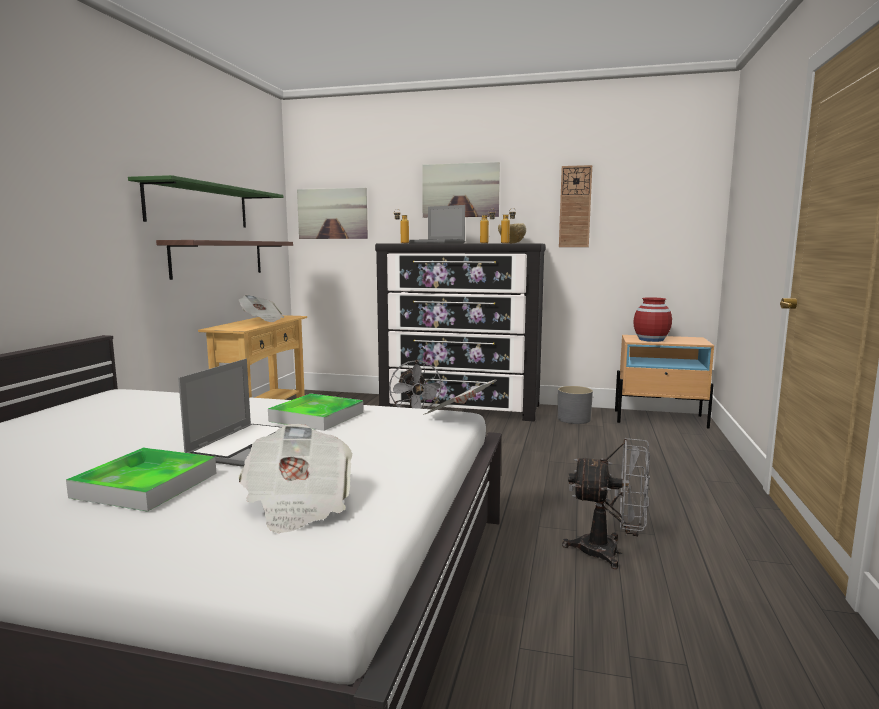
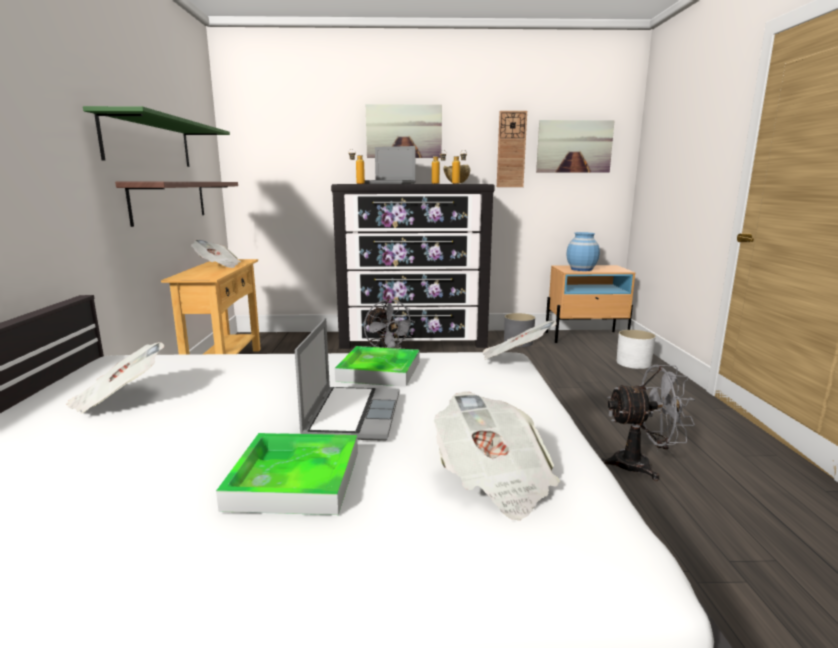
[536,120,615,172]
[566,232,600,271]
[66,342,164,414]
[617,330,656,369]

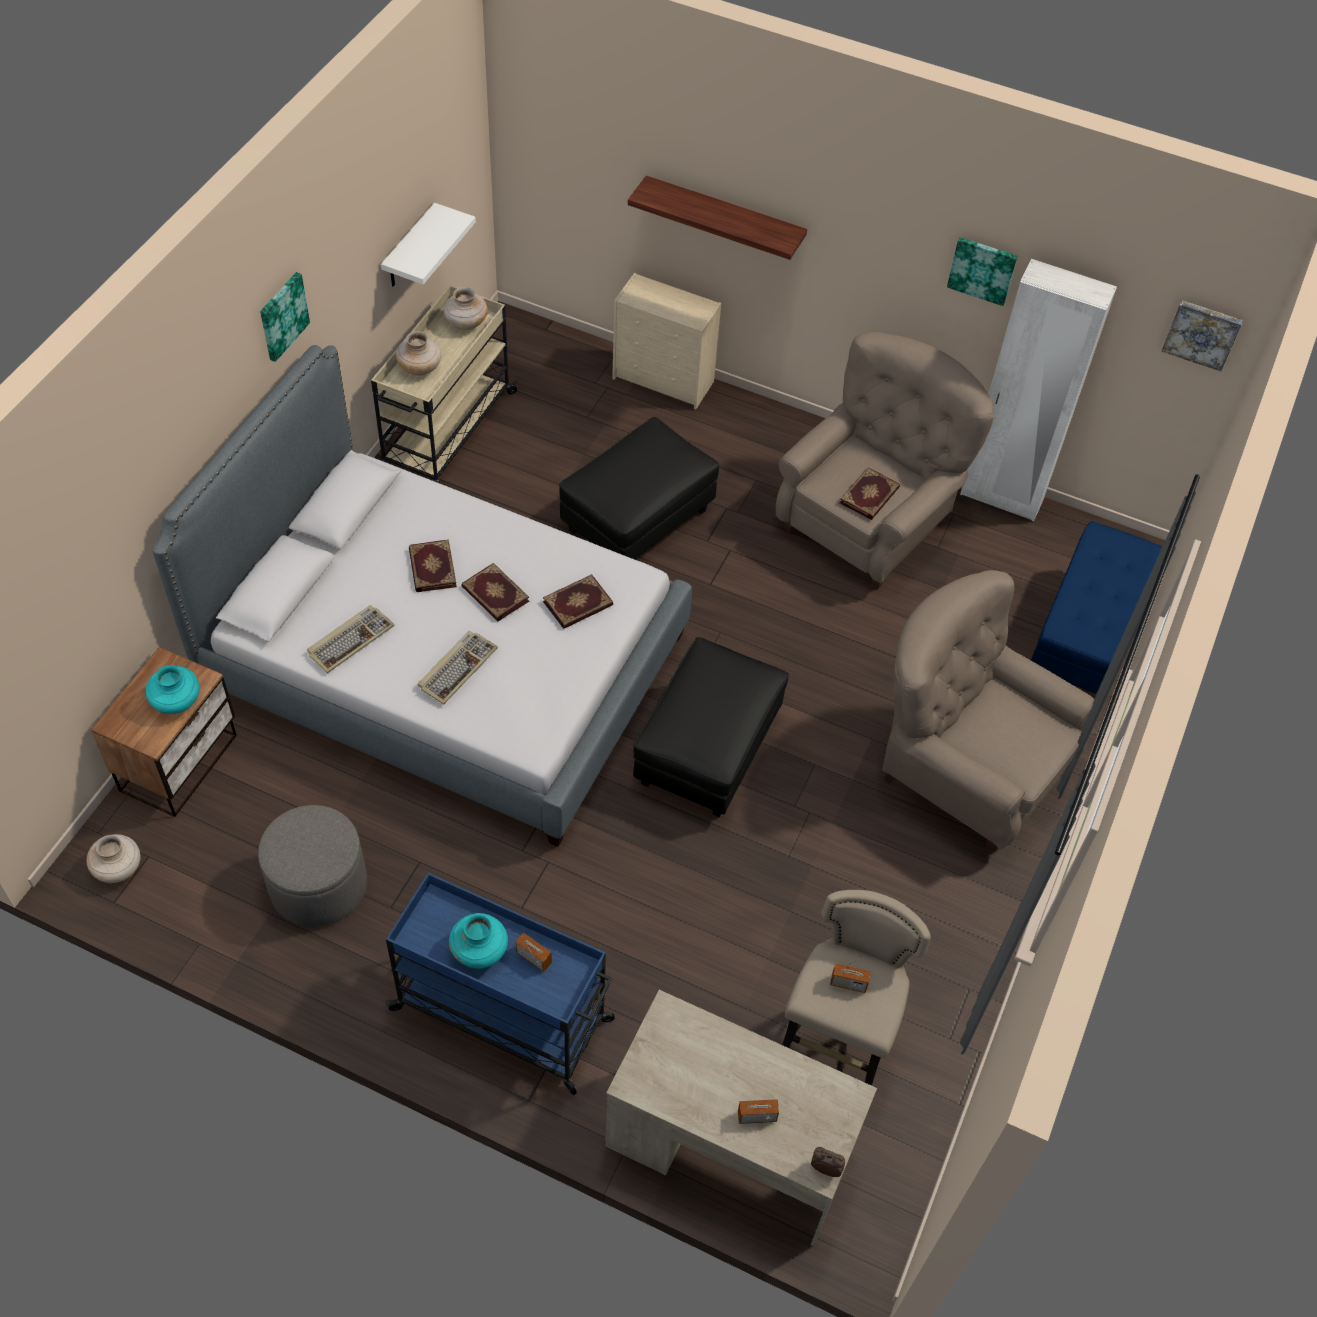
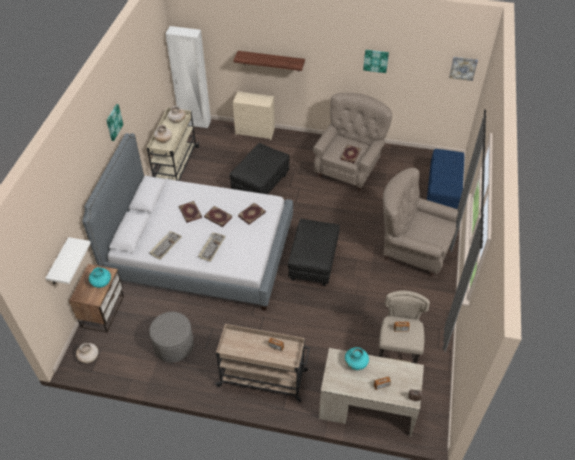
[46,237,91,284]
[215,324,310,402]
[345,347,369,370]
[165,26,211,128]

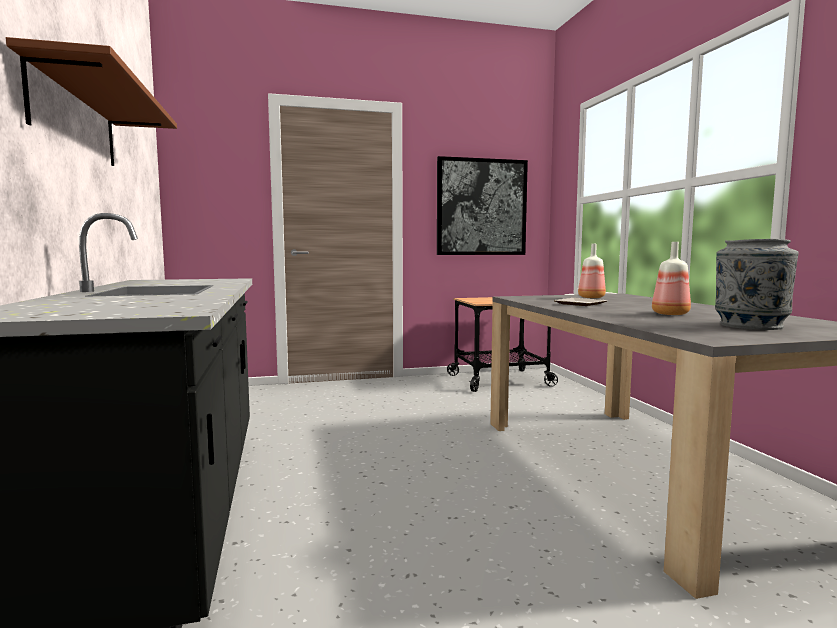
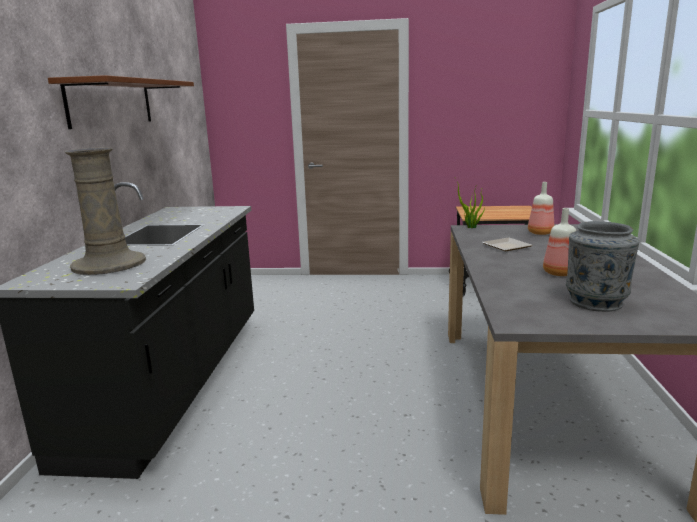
[437,156,528,255] (first image)
[65,147,146,275]
[455,178,485,228]

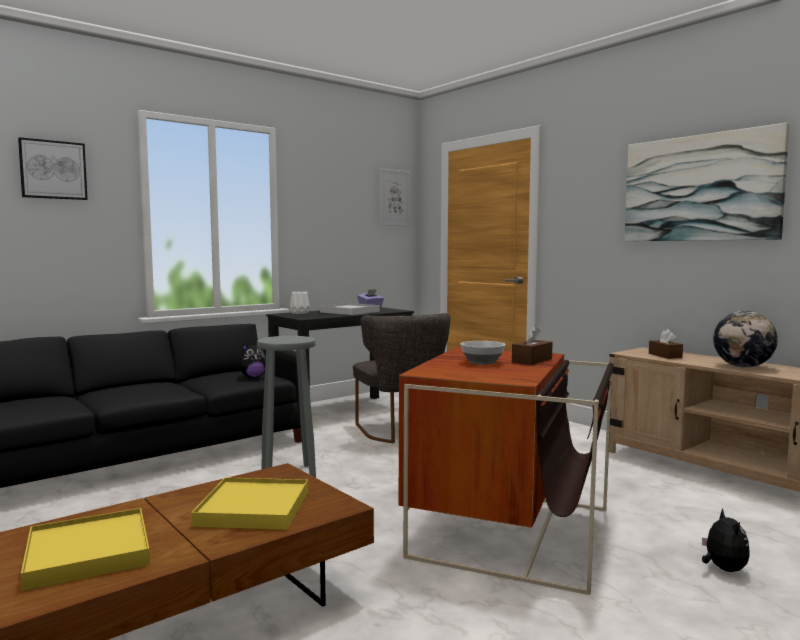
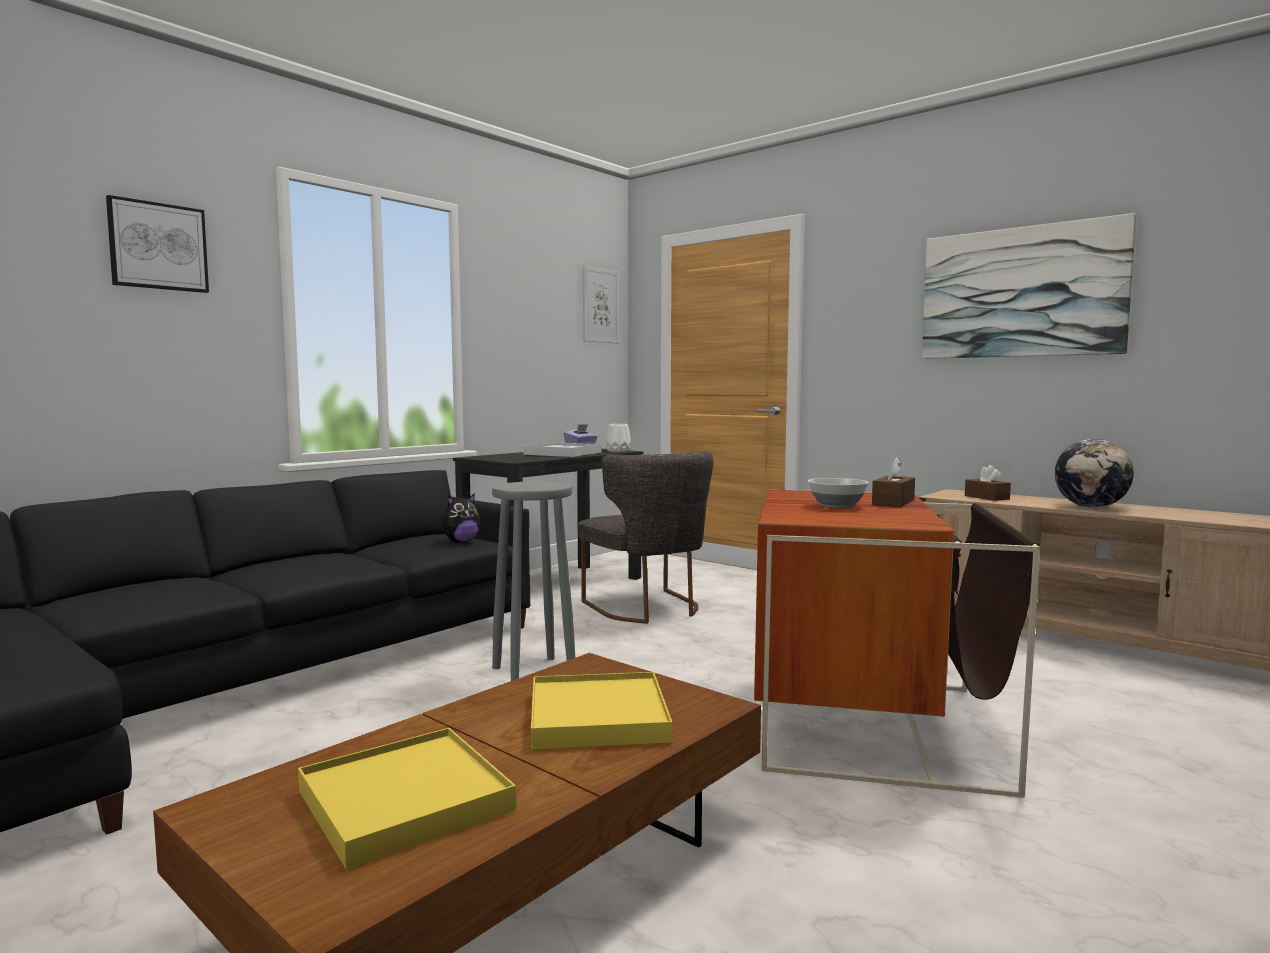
[606,424,631,452]
[702,509,750,572] (first image)

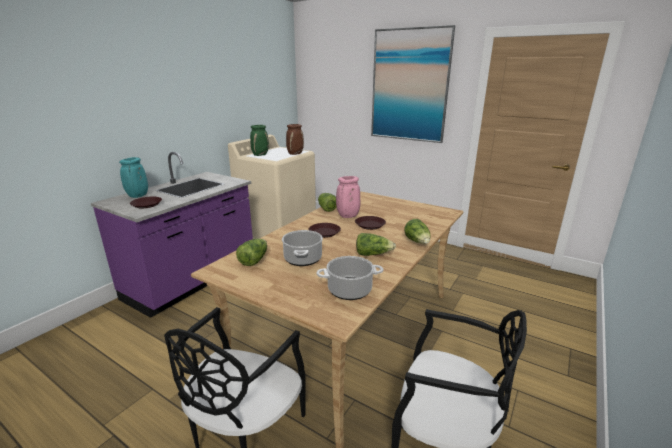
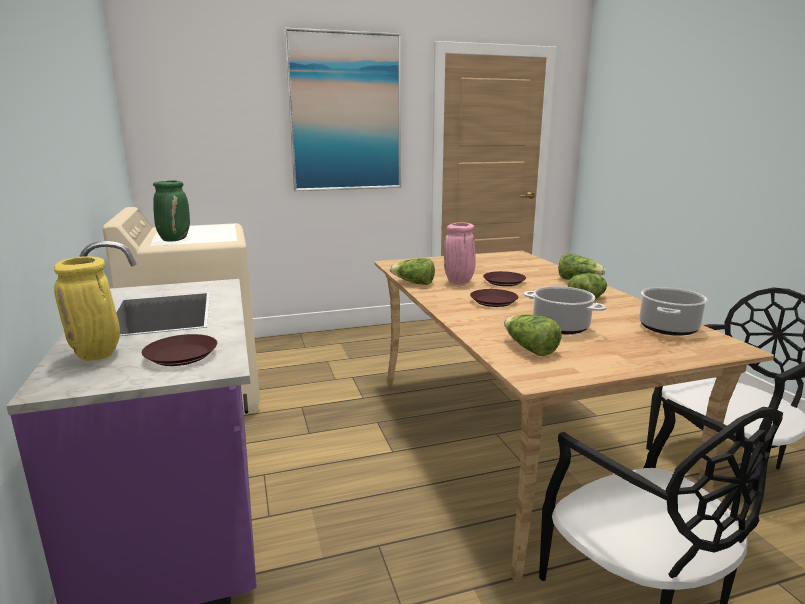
[54,256,120,361]
[286,124,304,155] (first image)

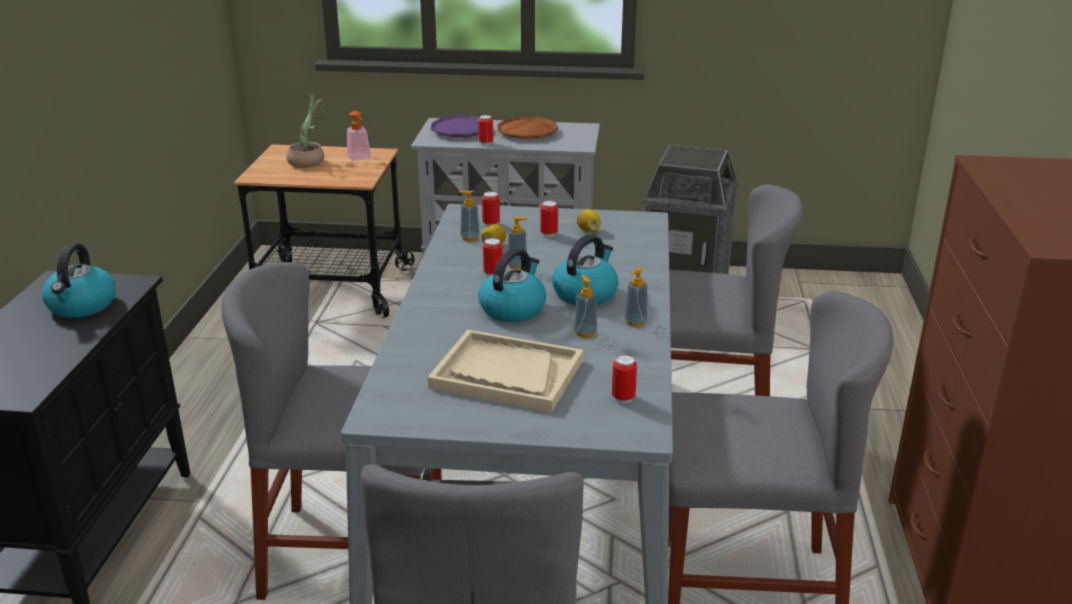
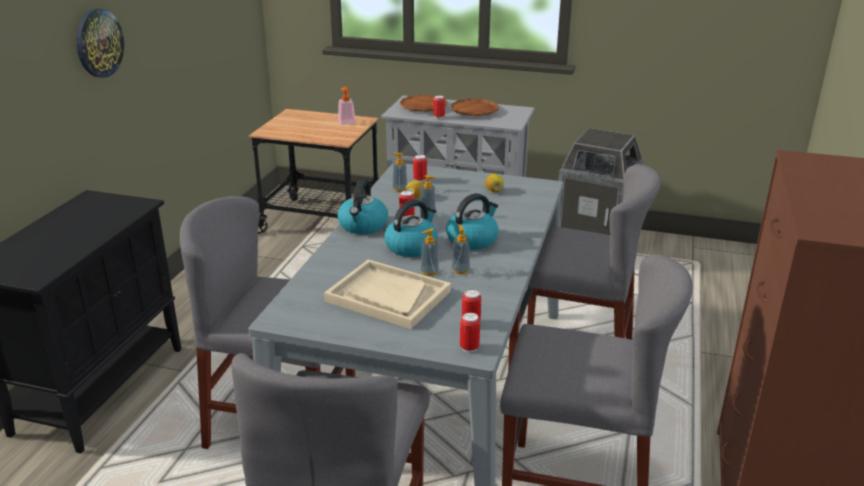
[337,179,388,234]
[286,95,328,168] (first image)
[399,95,448,112]
[460,312,480,353]
[421,228,439,276]
[76,8,124,78]

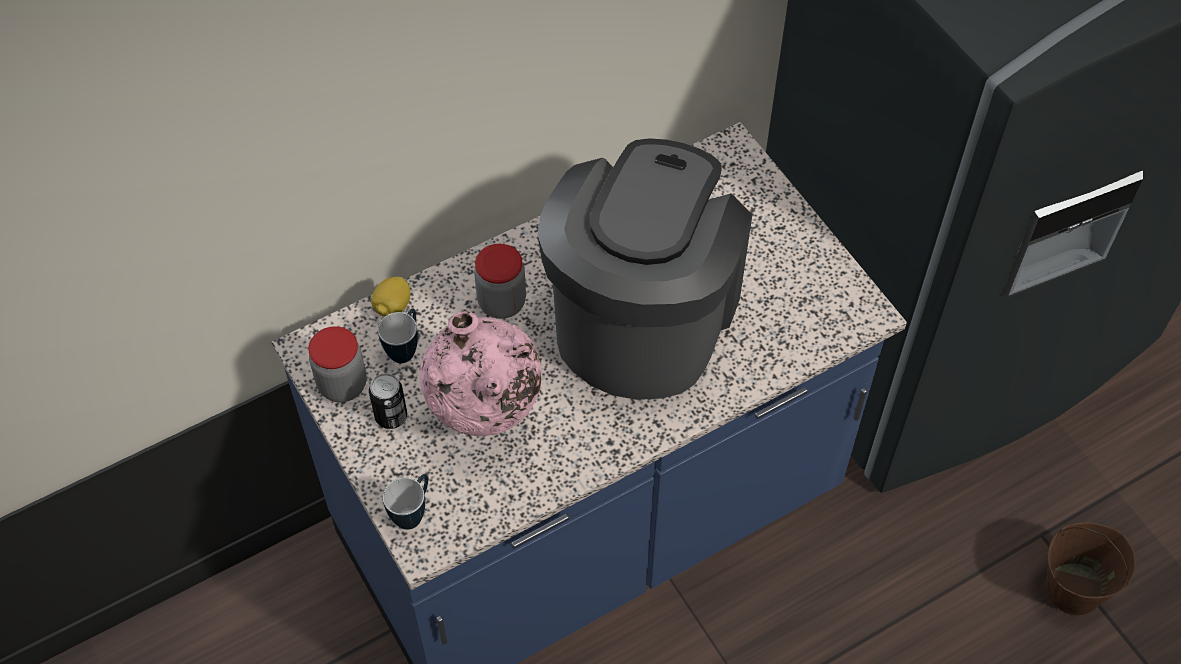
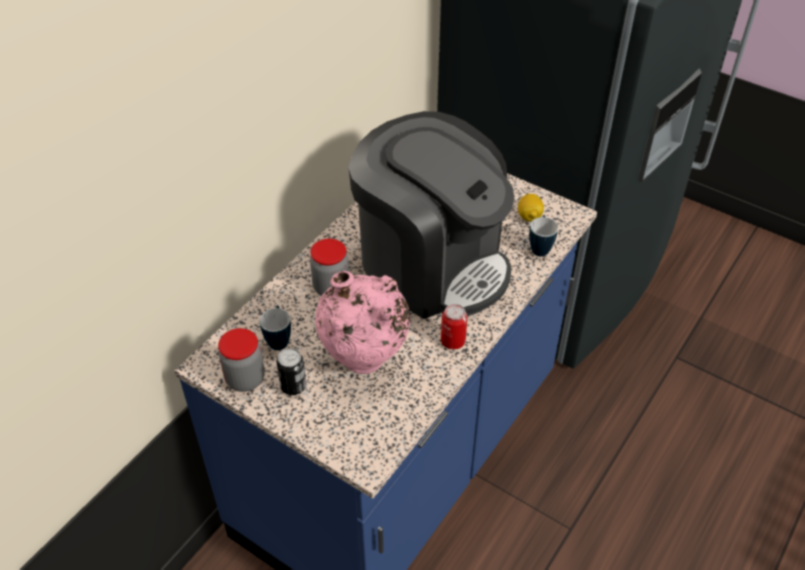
[518,194,544,222]
[529,215,558,257]
[349,111,514,319]
[1045,522,1136,615] (first image)
[441,304,467,349]

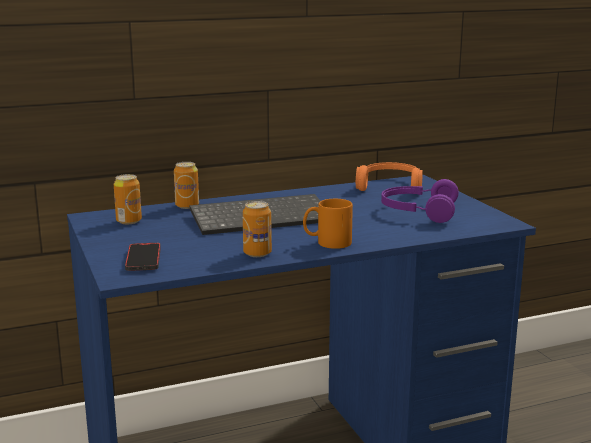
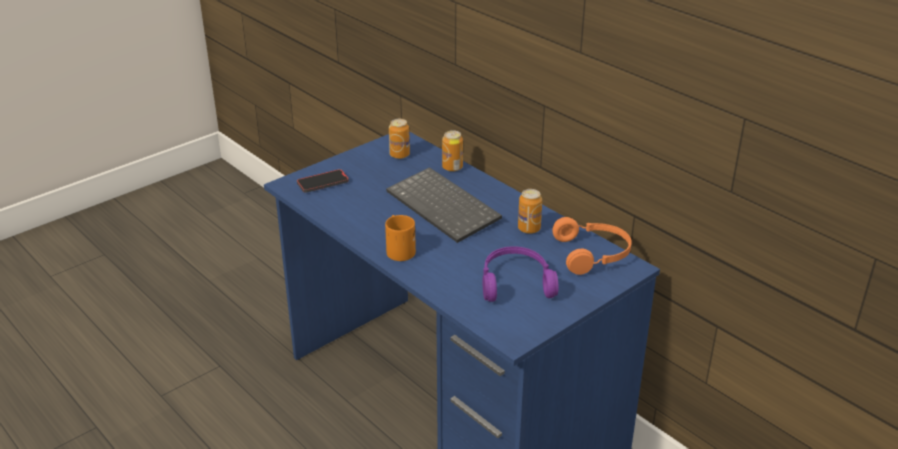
[518,189,542,234]

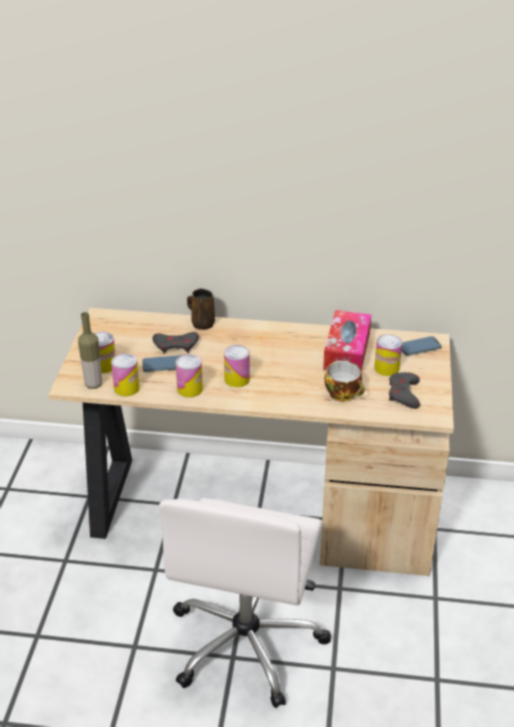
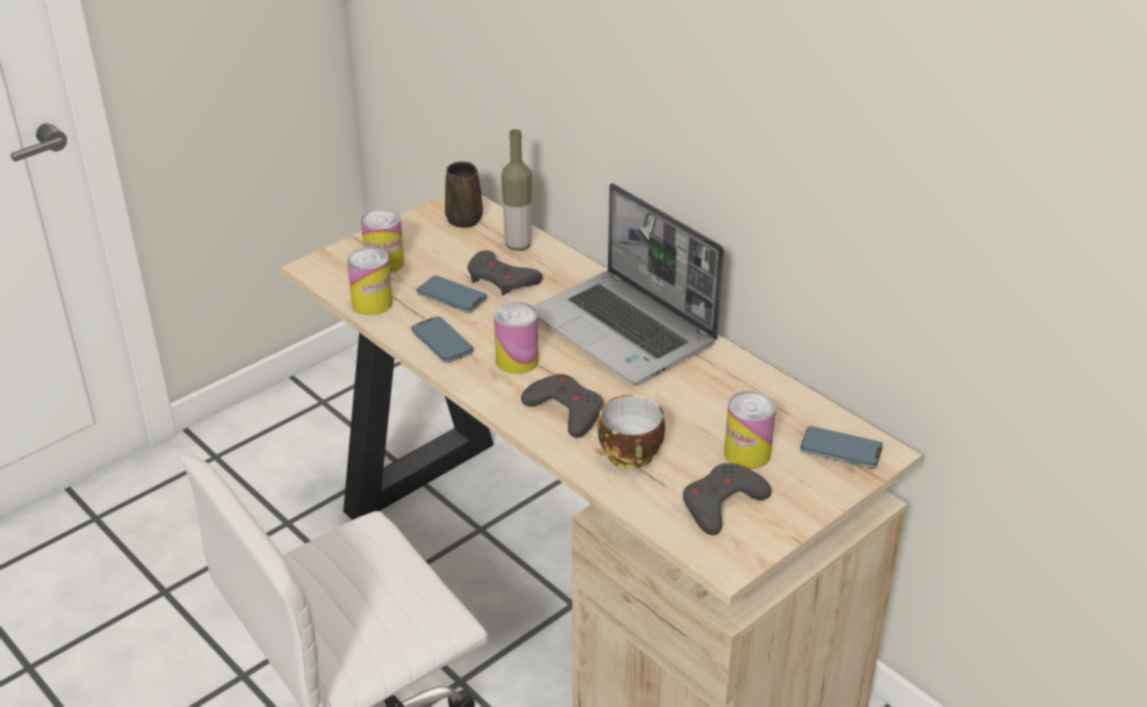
[501,129,532,251]
[411,316,473,363]
[445,162,483,228]
[323,310,371,372] (first image)
[521,374,604,438]
[533,183,724,384]

